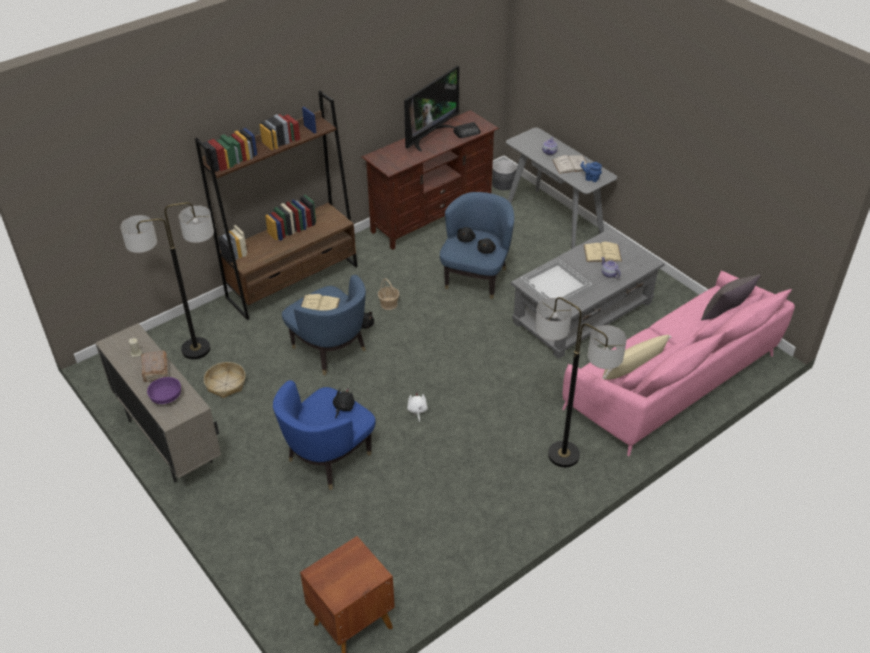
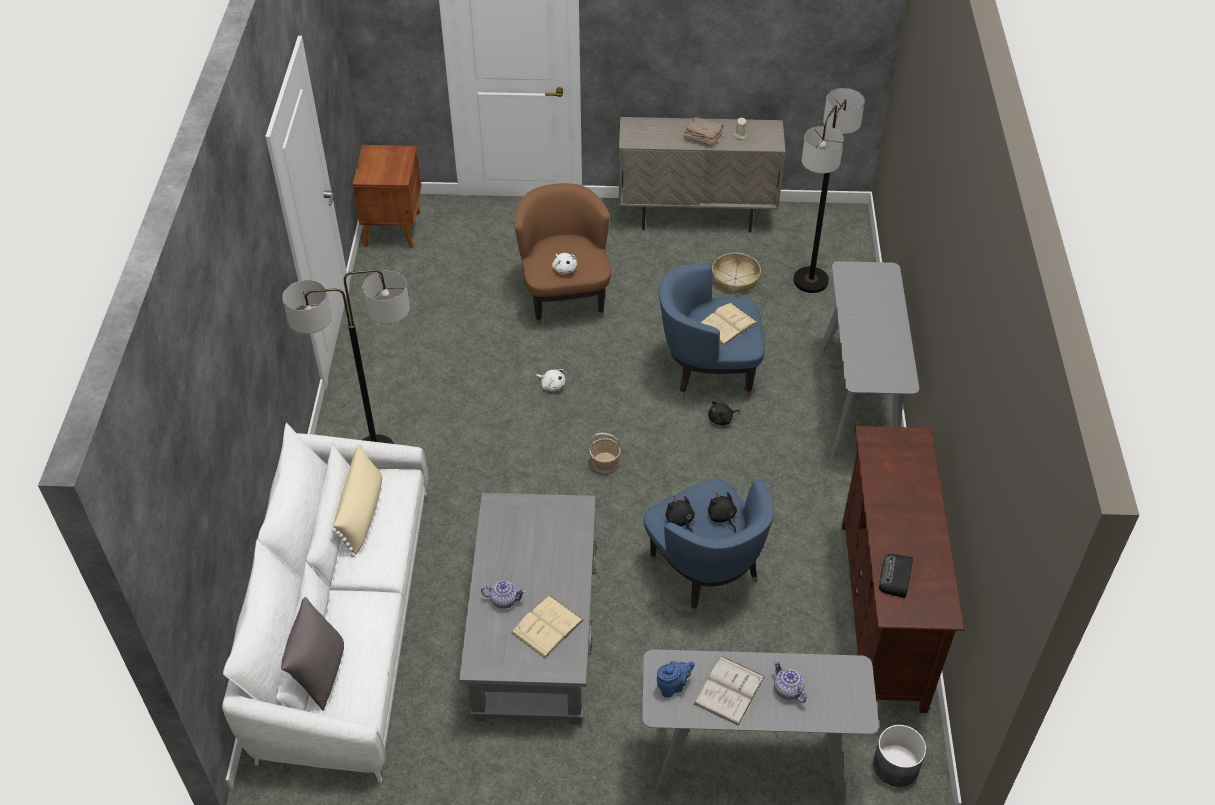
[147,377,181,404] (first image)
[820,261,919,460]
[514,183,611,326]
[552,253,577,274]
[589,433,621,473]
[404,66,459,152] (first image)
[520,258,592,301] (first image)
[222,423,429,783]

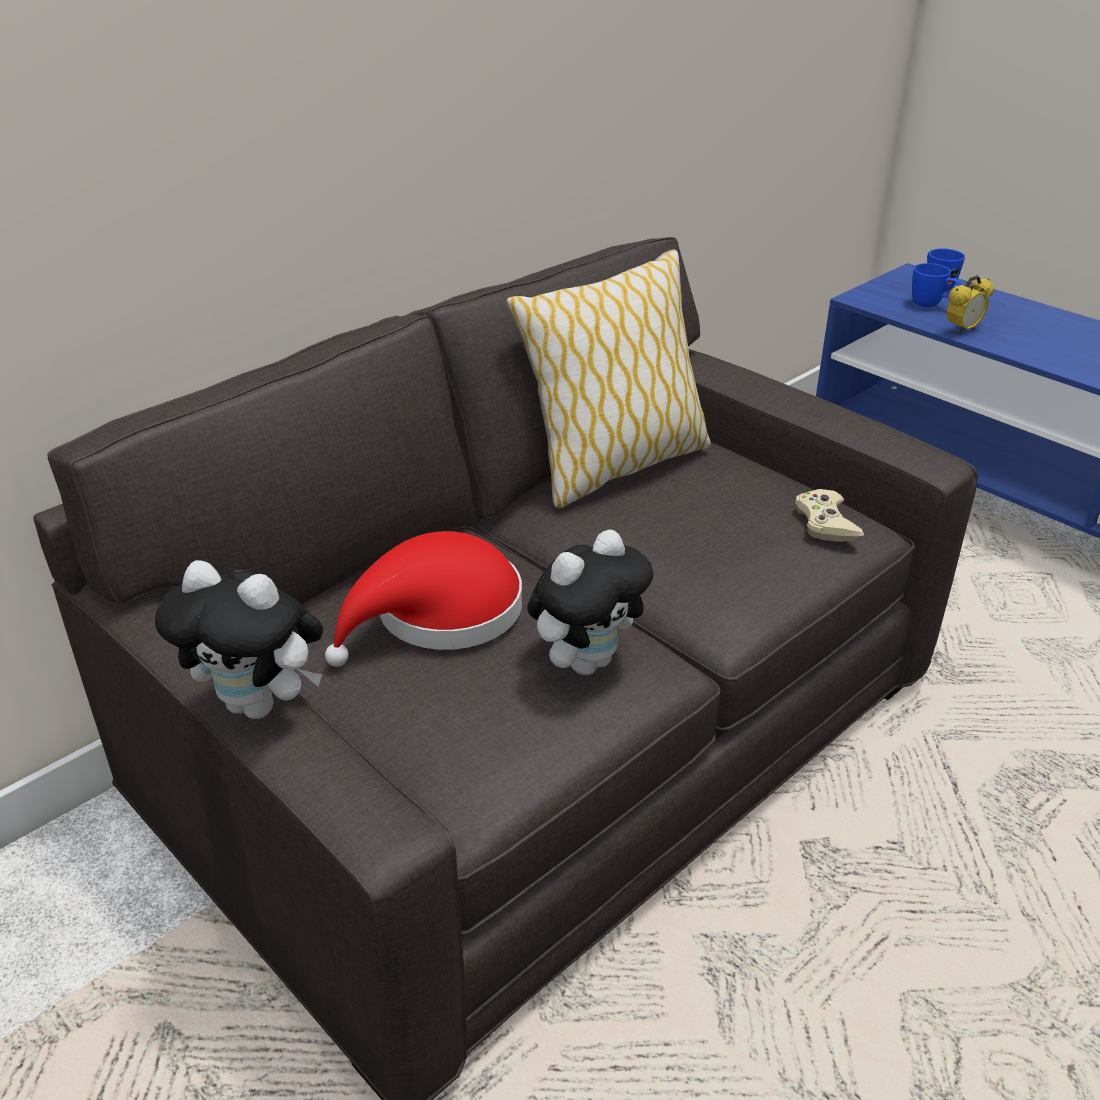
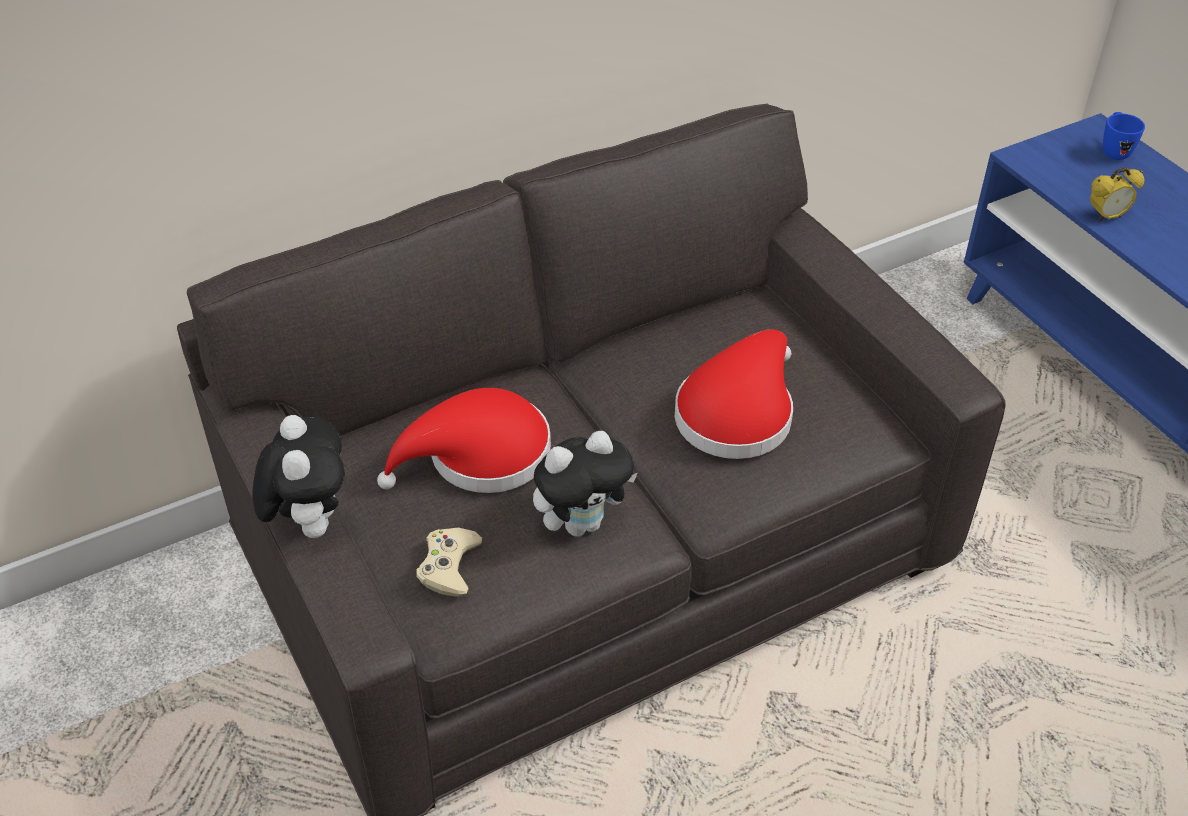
[252,415,345,538]
[506,249,711,509] (first image)
[416,528,482,597]
[912,263,961,307] (first image)
[675,329,793,459]

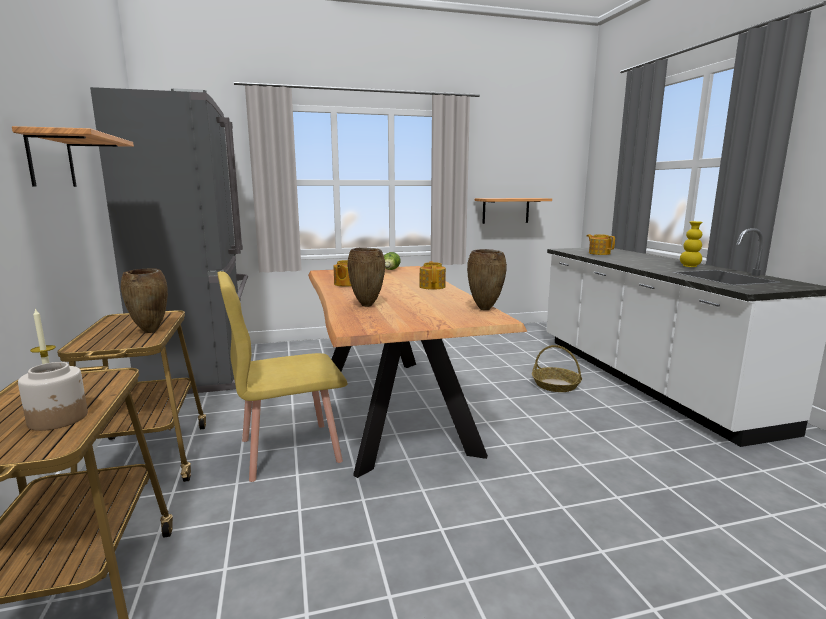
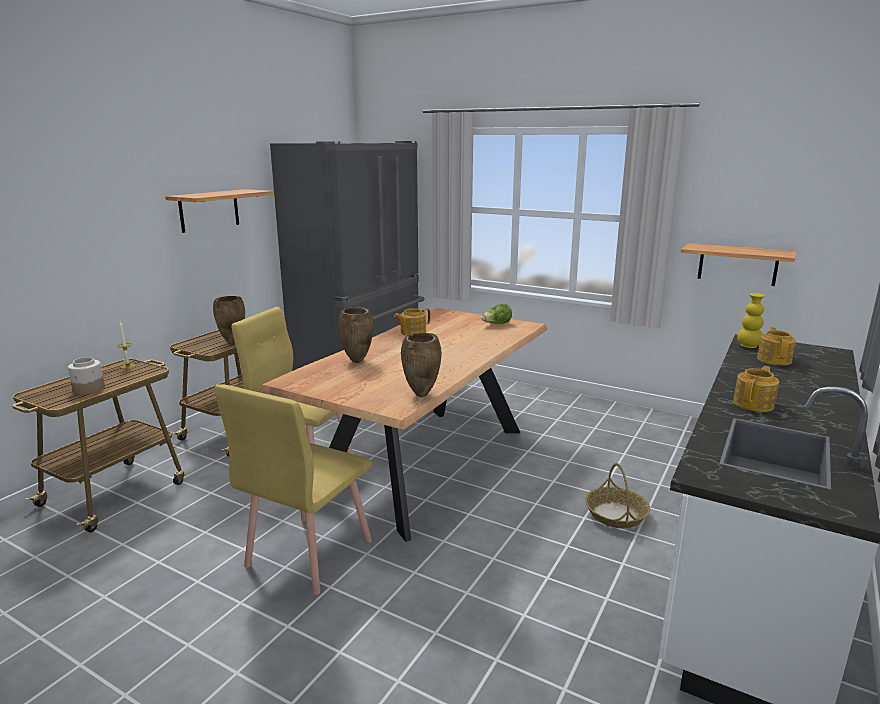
[733,366,779,412]
[737,293,765,348]
[214,384,373,595]

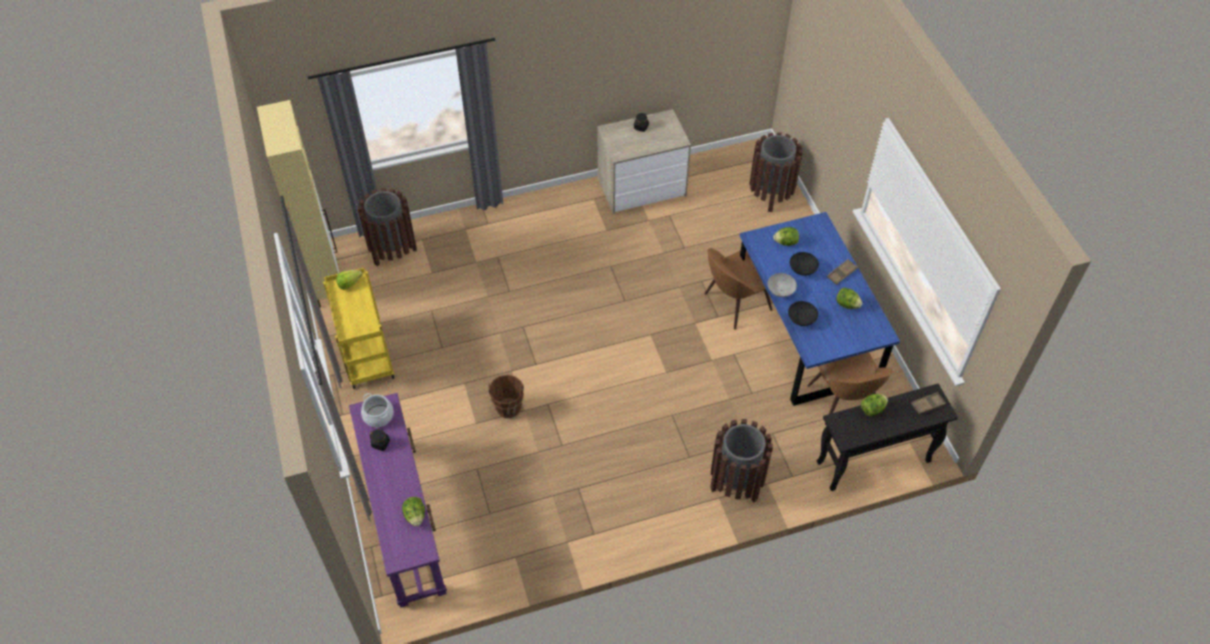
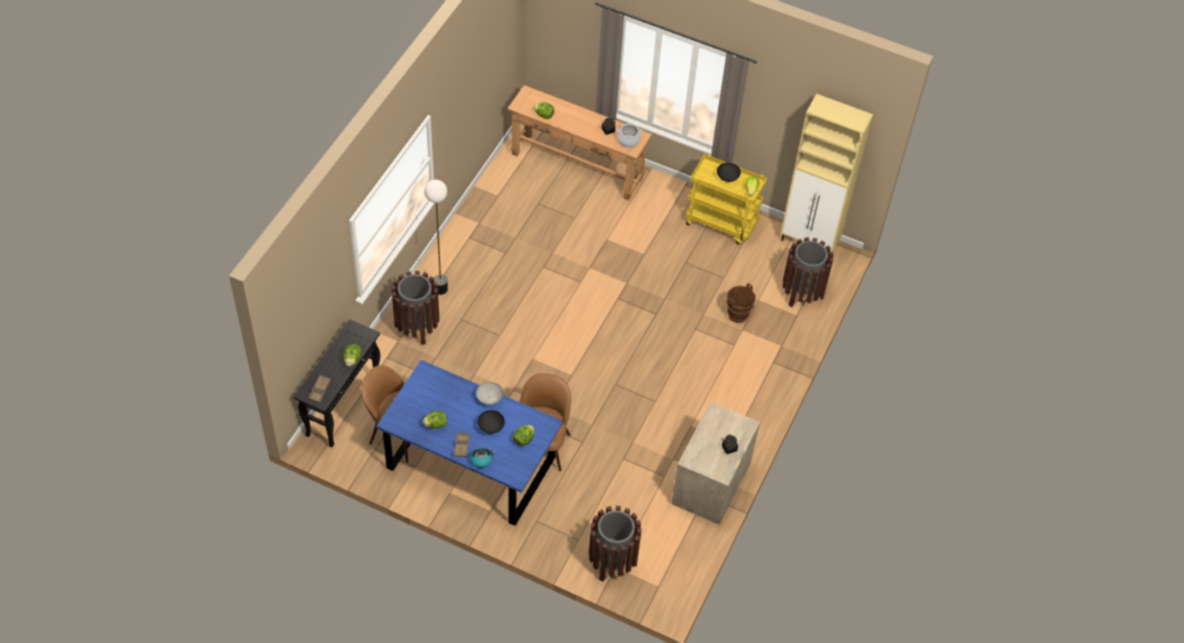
[507,85,652,200]
[726,283,756,323]
[717,163,741,182]
[424,180,448,295]
[470,448,495,468]

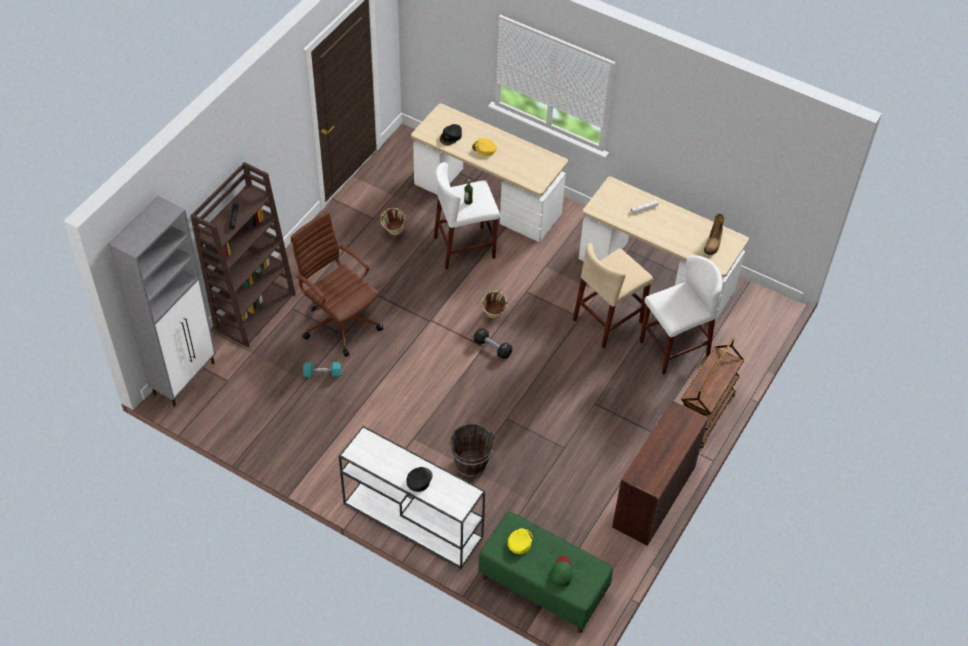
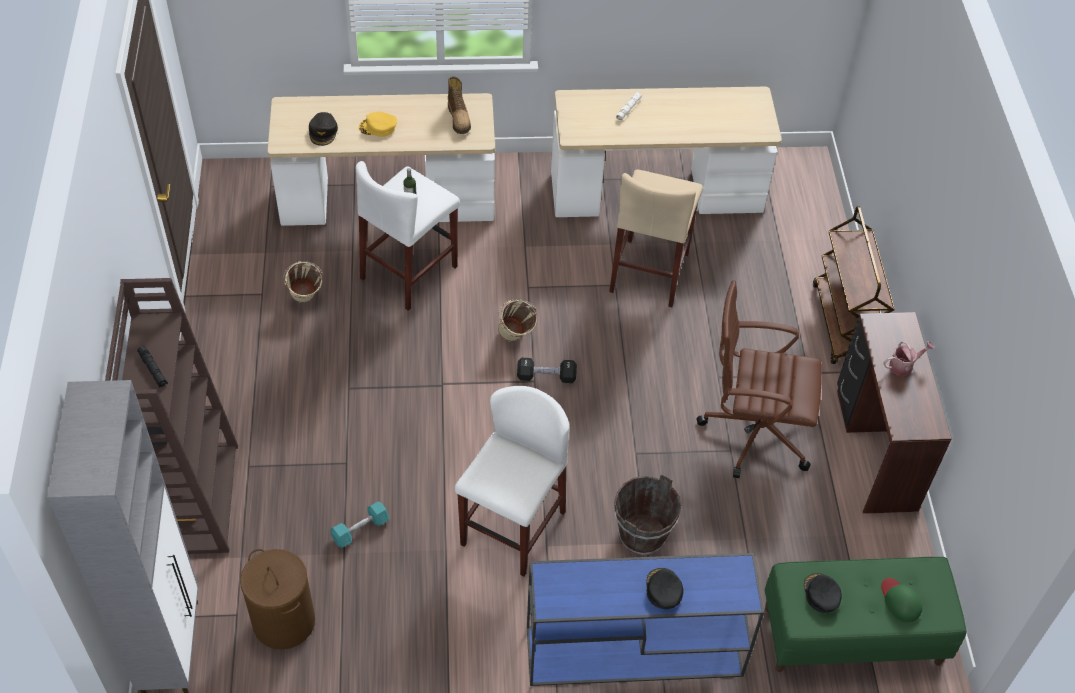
[696,280,822,478]
[527,553,764,686]
[804,573,842,613]
[455,386,569,576]
[448,76,471,134]
[240,549,315,650]
[883,341,935,376]

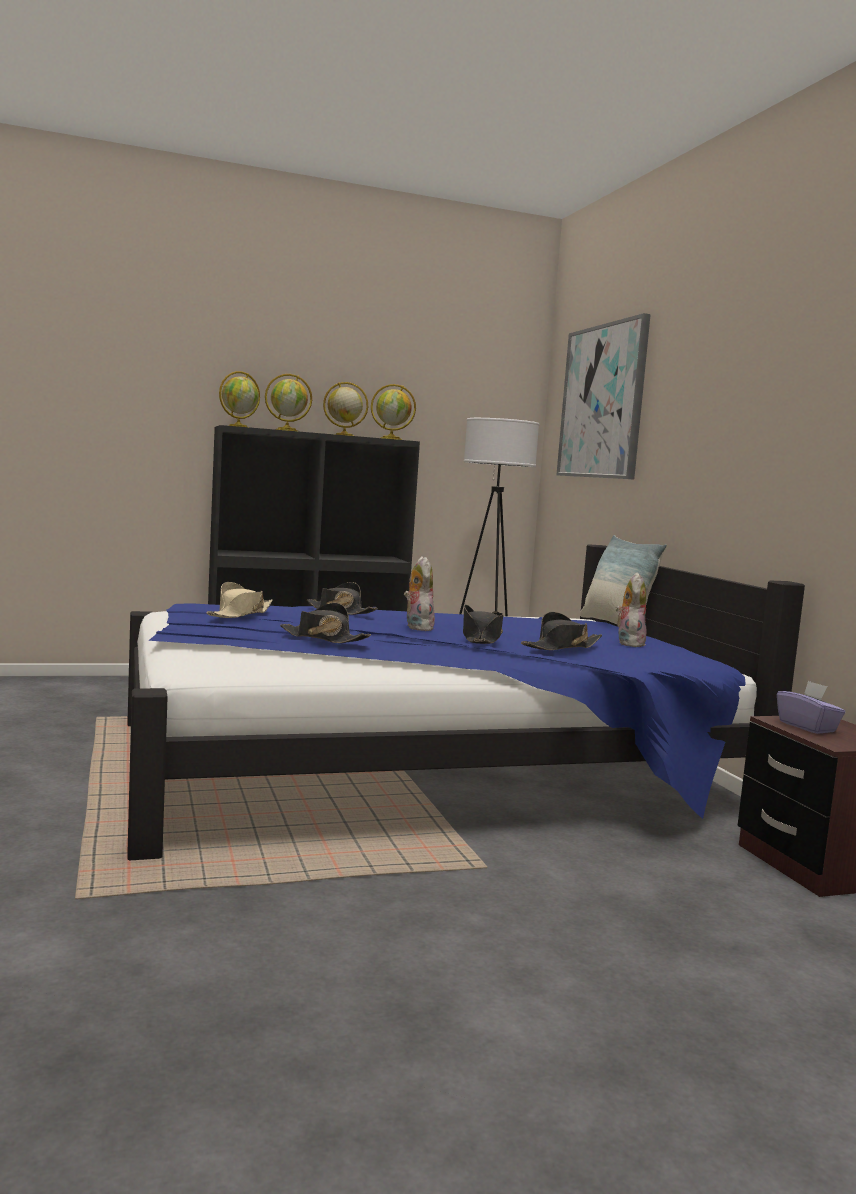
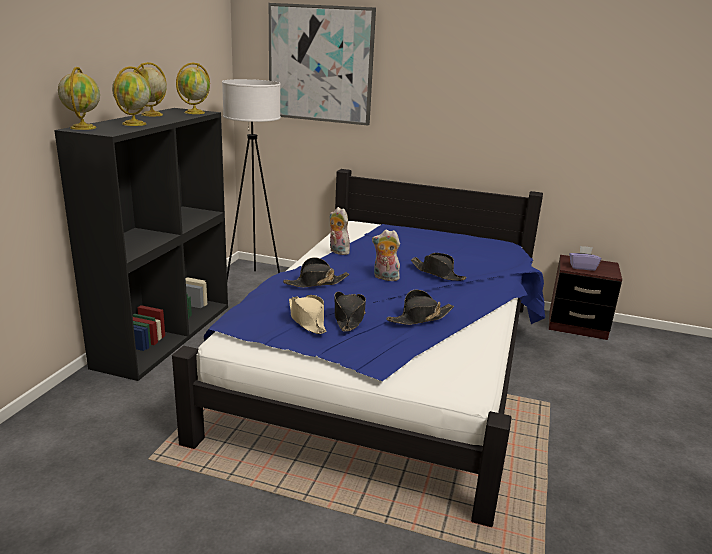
[335,292,366,332]
[580,535,667,624] (first image)
[329,207,350,255]

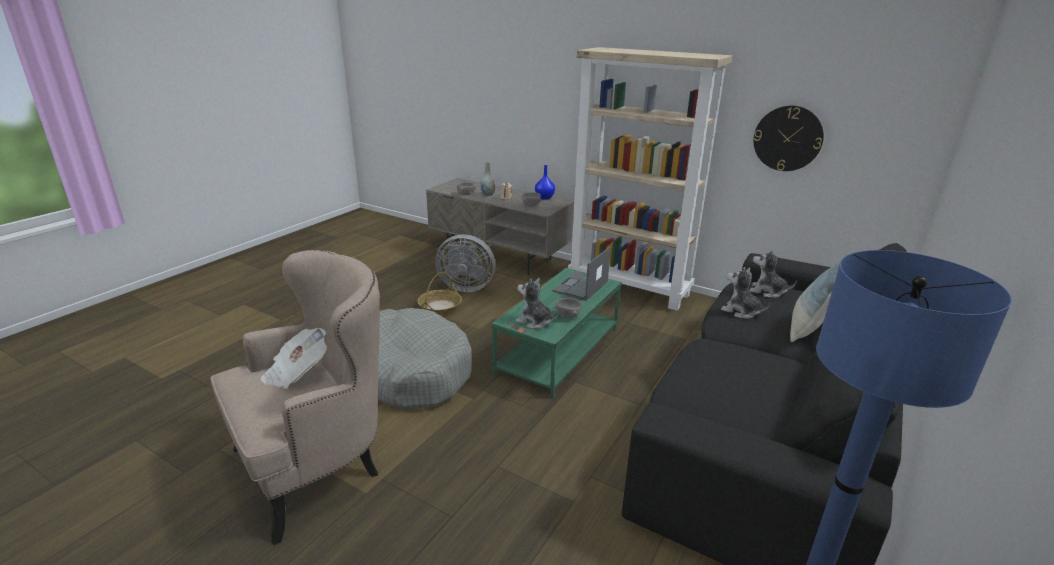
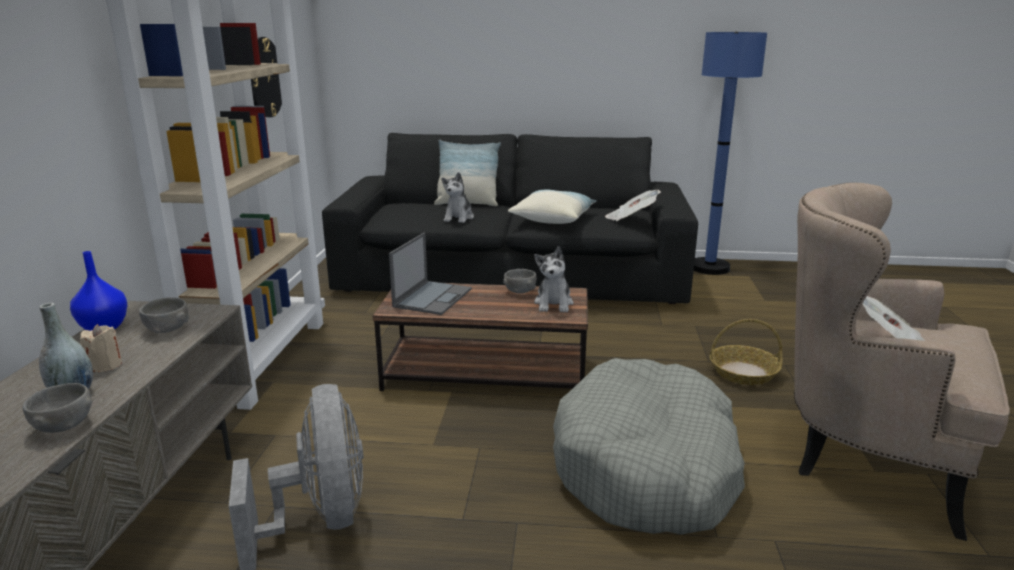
[710,319,783,385]
[373,283,588,391]
[389,233,472,315]
[749,250,797,298] (first image)
[508,190,597,224]
[605,190,661,221]

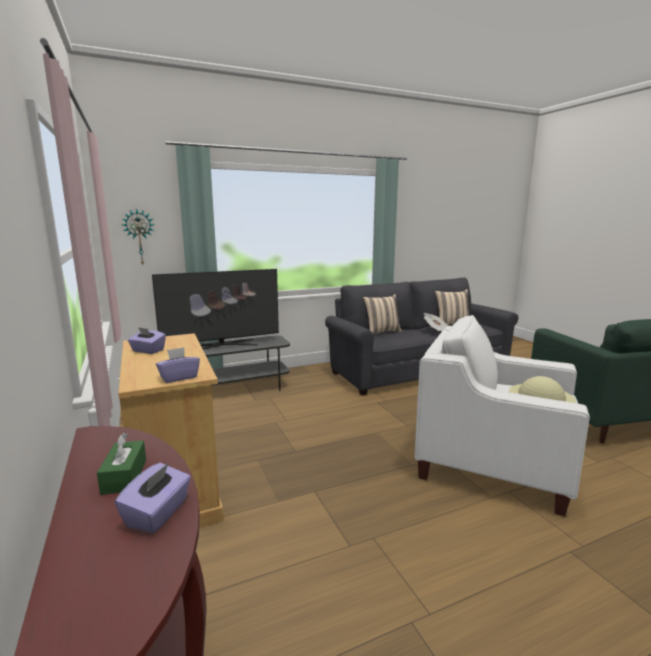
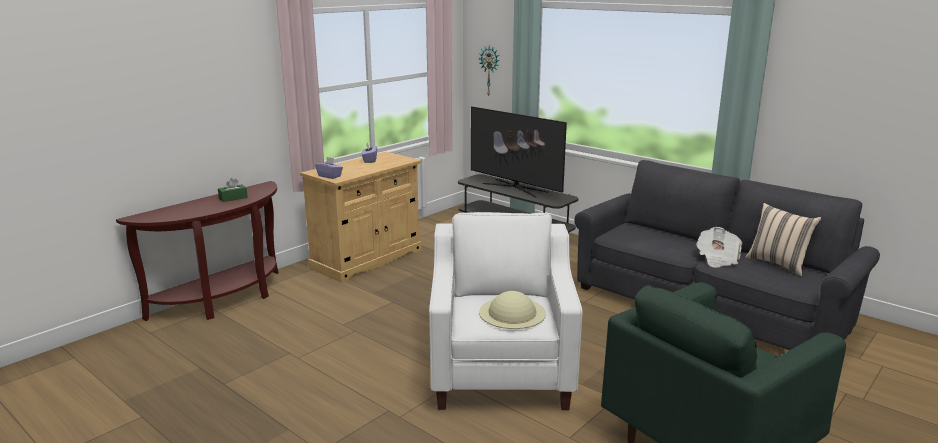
[115,463,191,533] (first image)
[363,294,402,335] (first image)

